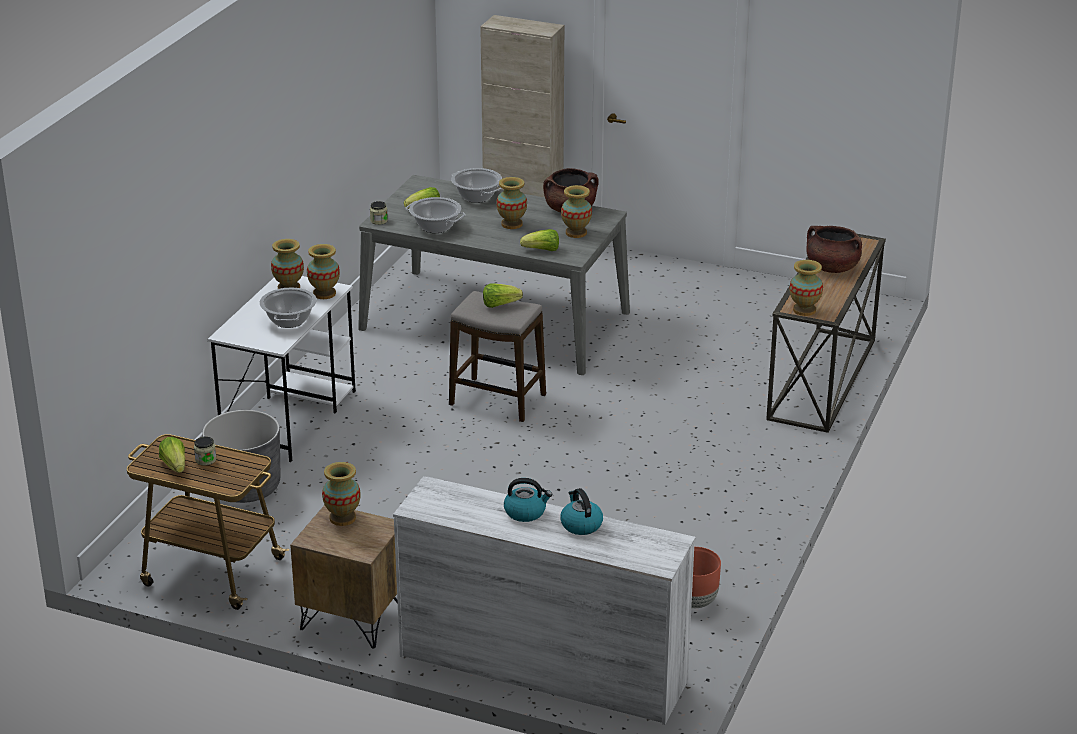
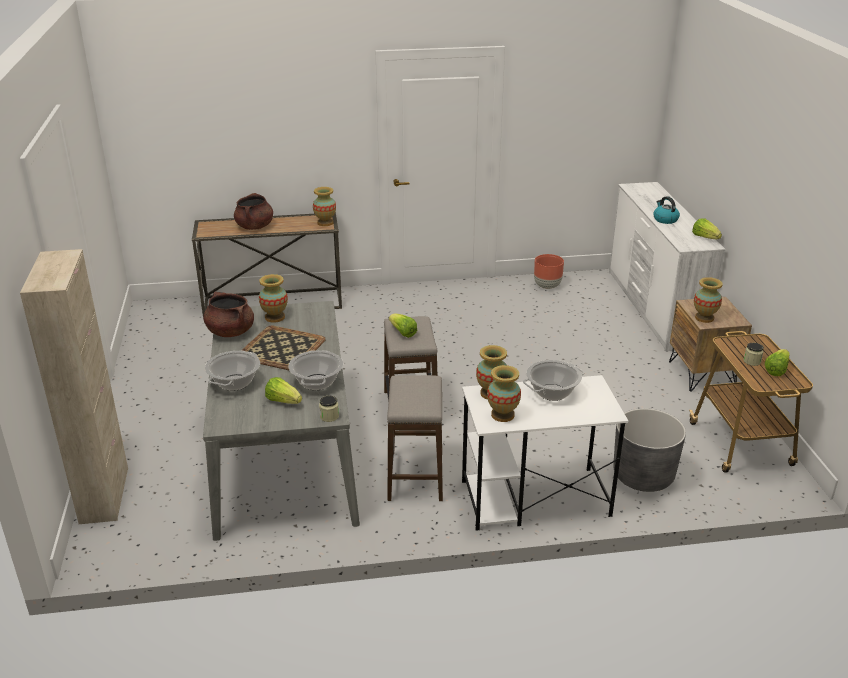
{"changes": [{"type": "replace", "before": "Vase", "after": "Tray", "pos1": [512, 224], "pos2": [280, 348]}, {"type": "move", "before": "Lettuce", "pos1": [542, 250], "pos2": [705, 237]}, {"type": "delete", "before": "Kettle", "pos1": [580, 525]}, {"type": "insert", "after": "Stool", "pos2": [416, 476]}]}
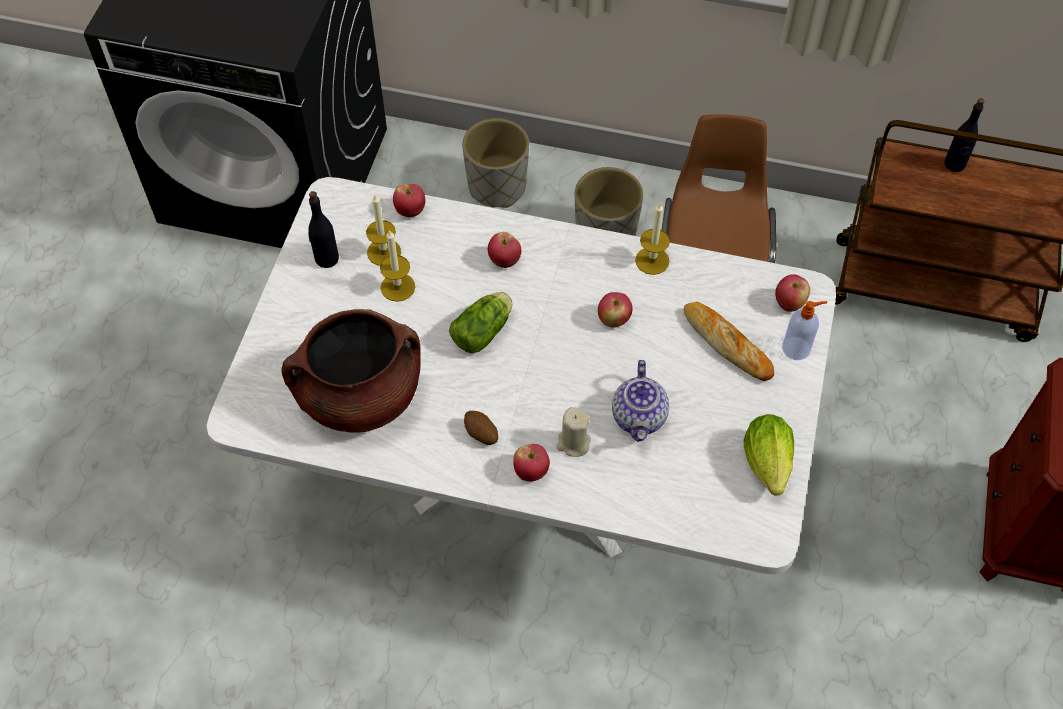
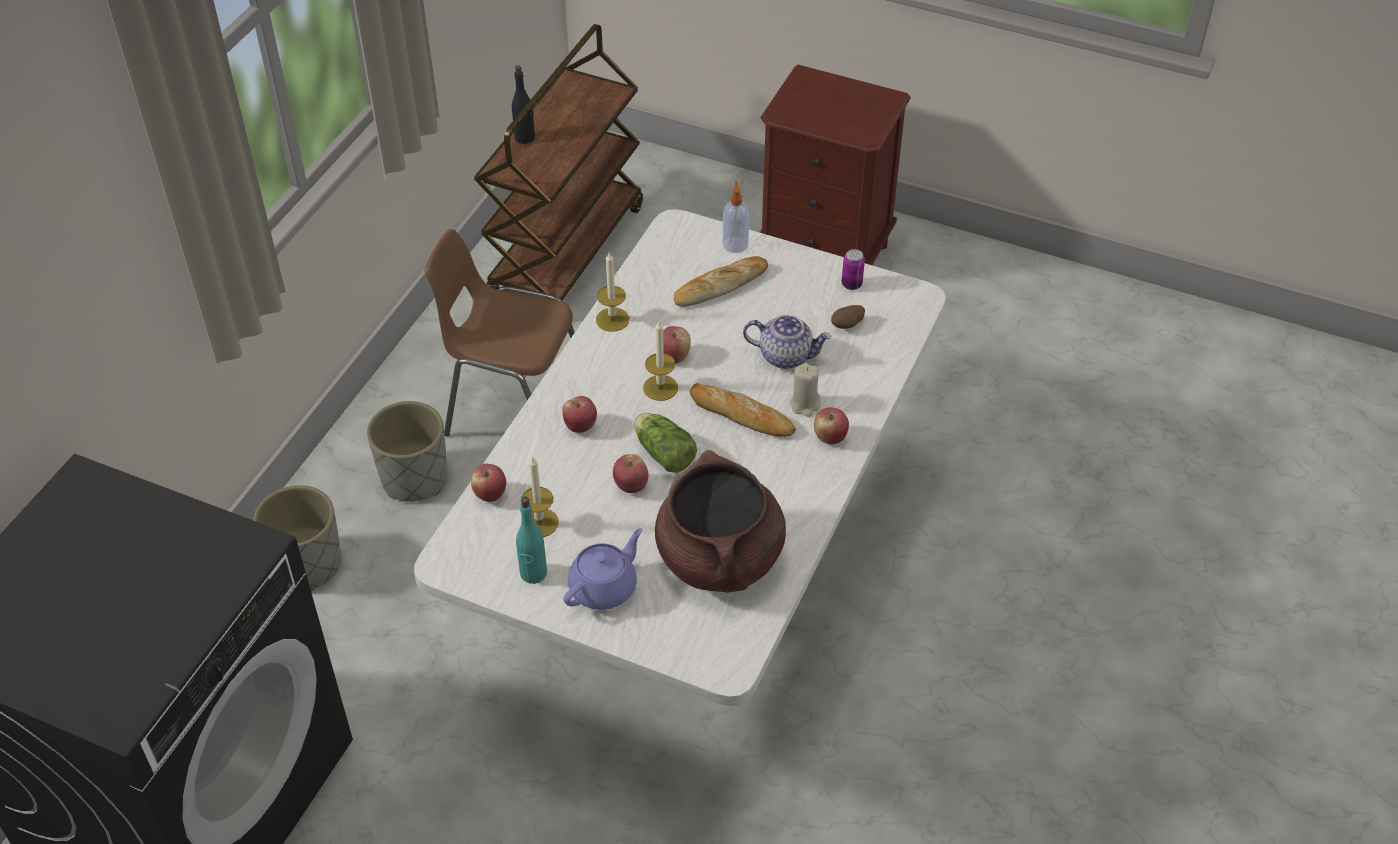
{"changes": [{"type": "recolor", "before": "BlackBottle", "after": "TurquoiseBottle", "pos1": [326, 258], "pos2": [533, 573]}, {"type": "move", "before": "Candle", "pos1": [398, 287], "pos2": [660, 388]}, {"type": "move", "before": "Apple", "pos1": [789, 303], "pos2": [631, 486]}, {"type": "move", "before": "Potato", "pos1": [481, 434], "pos2": [847, 325]}, {"type": "replace", "before": "Lettuce", "after": "Can", "pos1": [768, 467], "pos2": [851, 284]}, {"type": "insert", "after": "Bread", "pos2": [742, 415]}, {"type": "insert", "after": "PurpleTeapot", "pos2": [604, 587]}]}
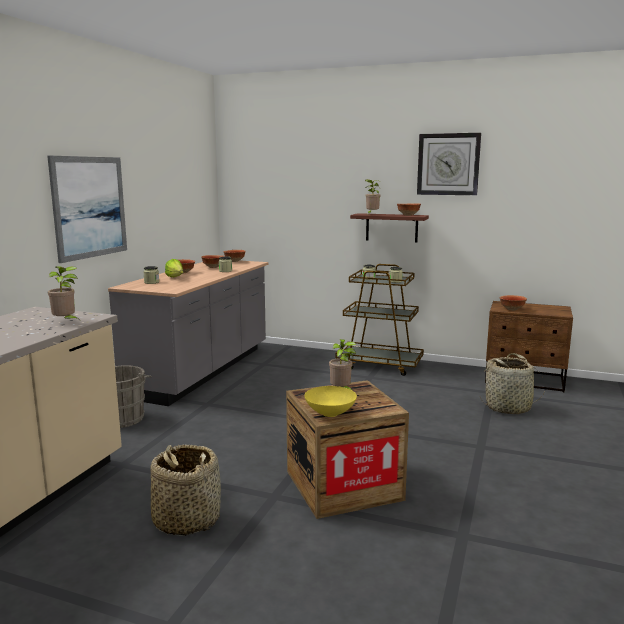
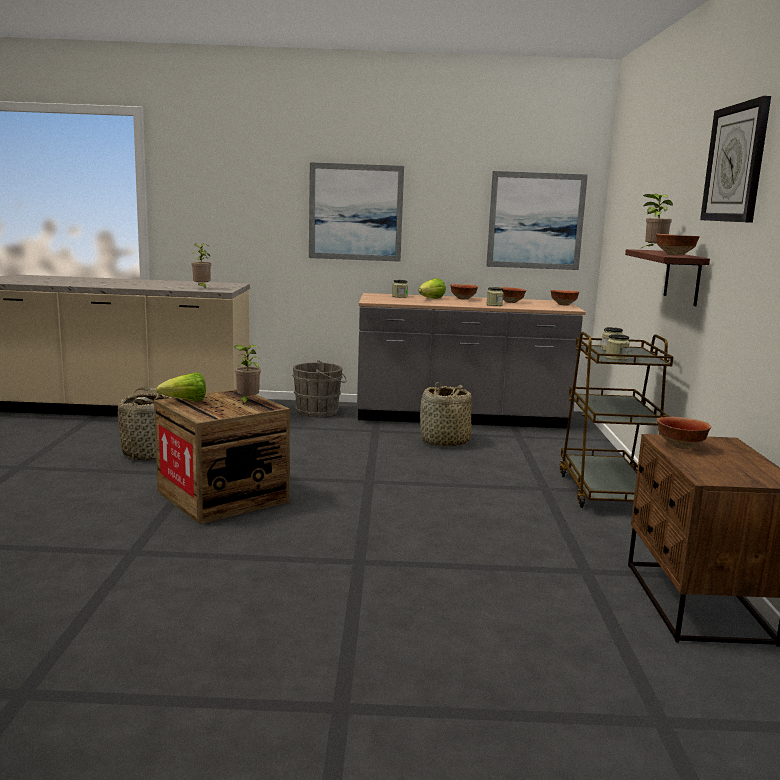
{"changes": [{"type": "move", "before": "Basket", "pos1": [508, 407], "pos2": [444, 442]}, {"type": "replace", "before": "YellowBowl", "after": "Lettuce", "pos1": [331, 413], "pos2": [185, 401]}, {"type": "insert", "after": "Picture", "pos2": [535, 221]}]}
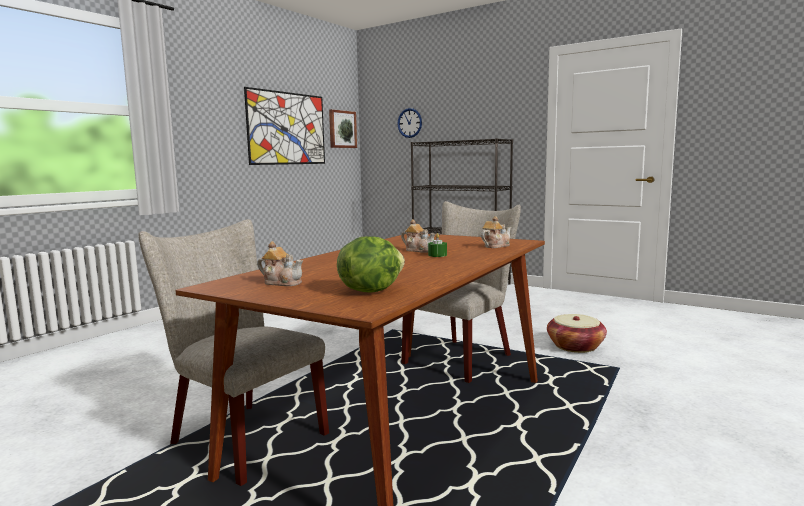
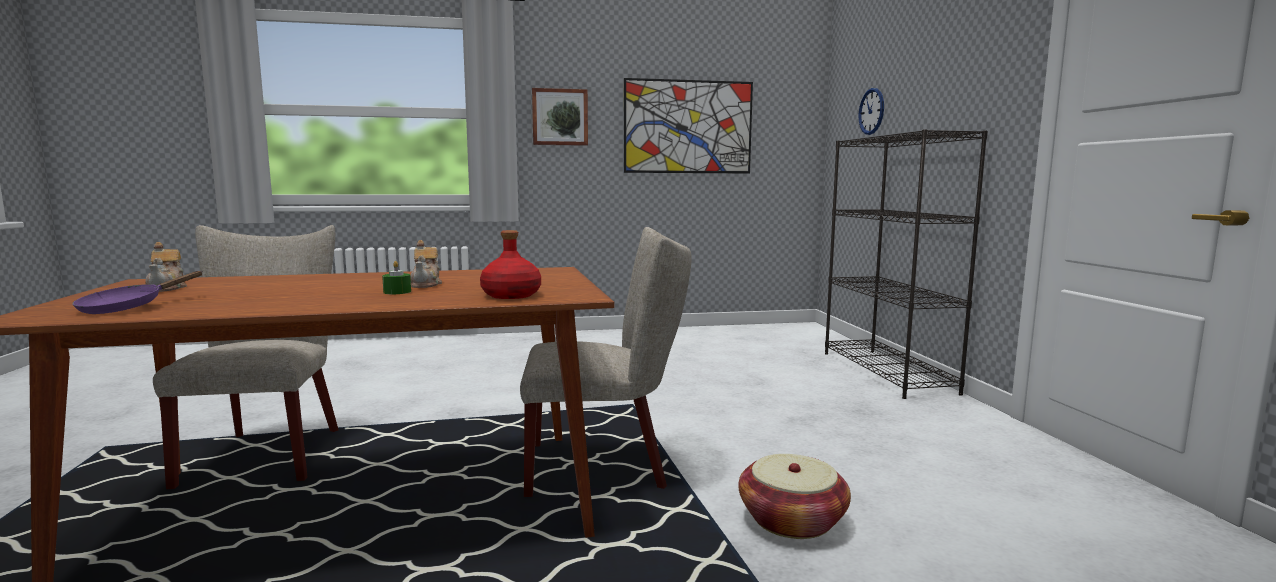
{"changes": [{"type": "move", "before": "Picture", "pos1": [342, 129], "pos2": [560, 117]}, {"type": "replace", "before": "Teapot", "after": "RedBottle", "pos1": [495, 246], "pos2": [511, 295]}, {"type": "replace", "before": "Lettuce", "after": "PurpleFryingPan", "pos1": [370, 290], "pos2": [129, 307]}]}
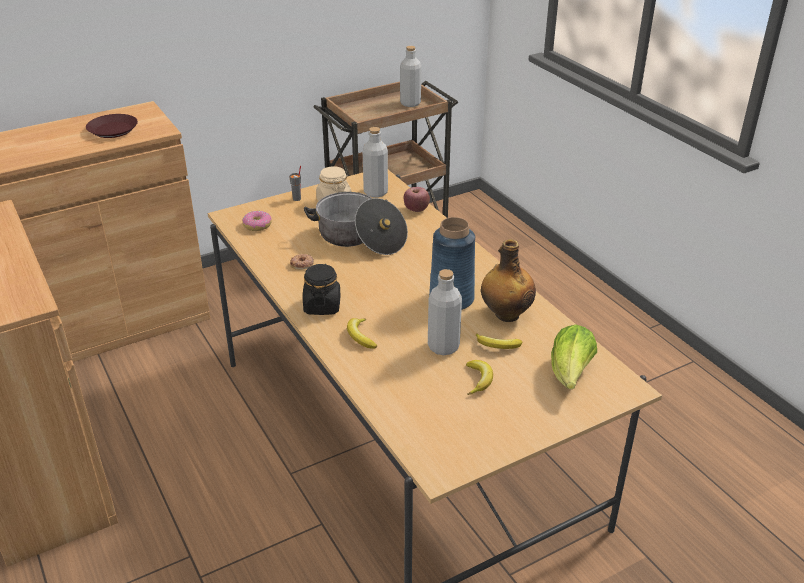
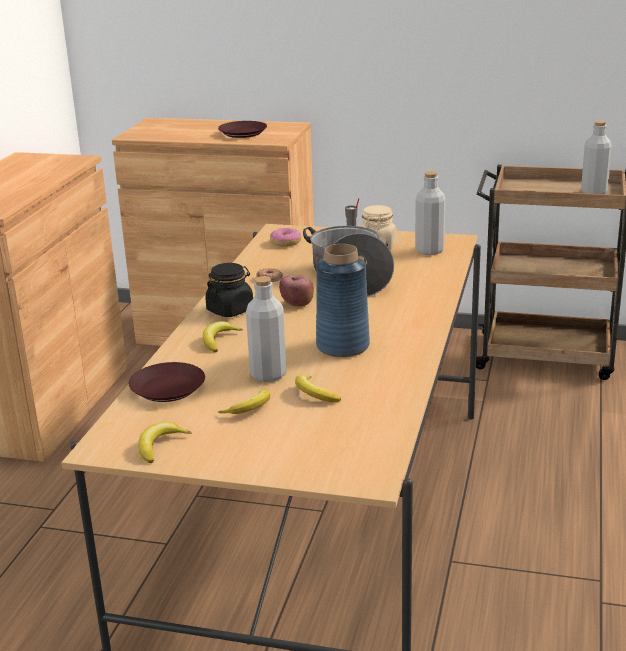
{"changes": [{"type": "move", "before": "Apple", "pos1": [416, 209], "pos2": [297, 304]}, {"type": "delete", "before": "Bottle", "pos1": [506, 314]}, {"type": "delete", "before": "Lettuce", "pos1": [570, 374]}, {"type": "insert", "after": "BrownPlate", "pos2": [168, 388]}, {"type": "insert", "after": "Banana", "pos2": [160, 446]}]}
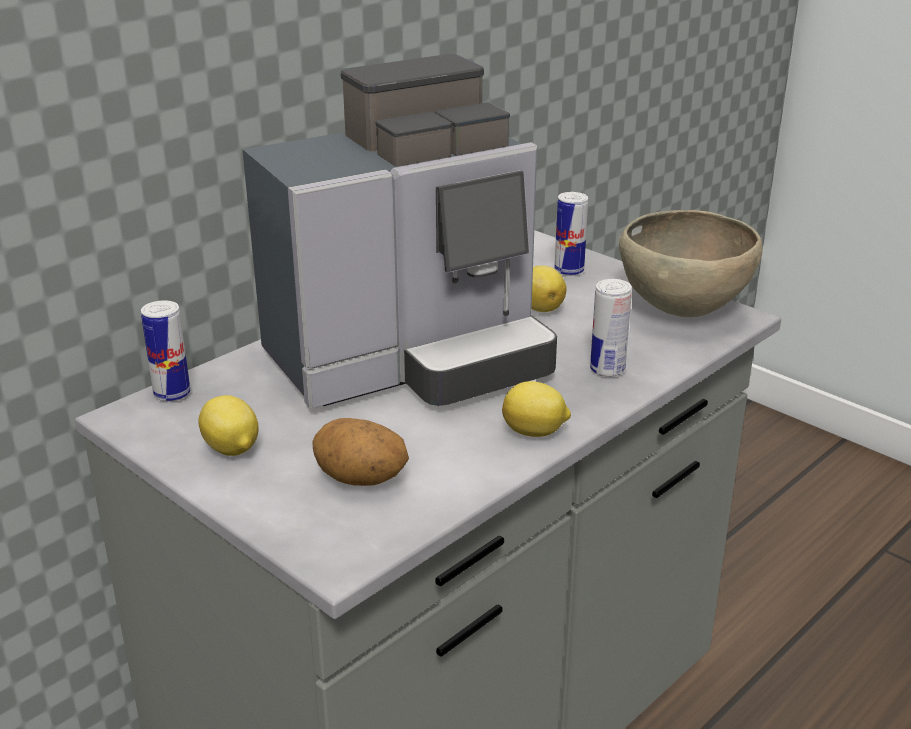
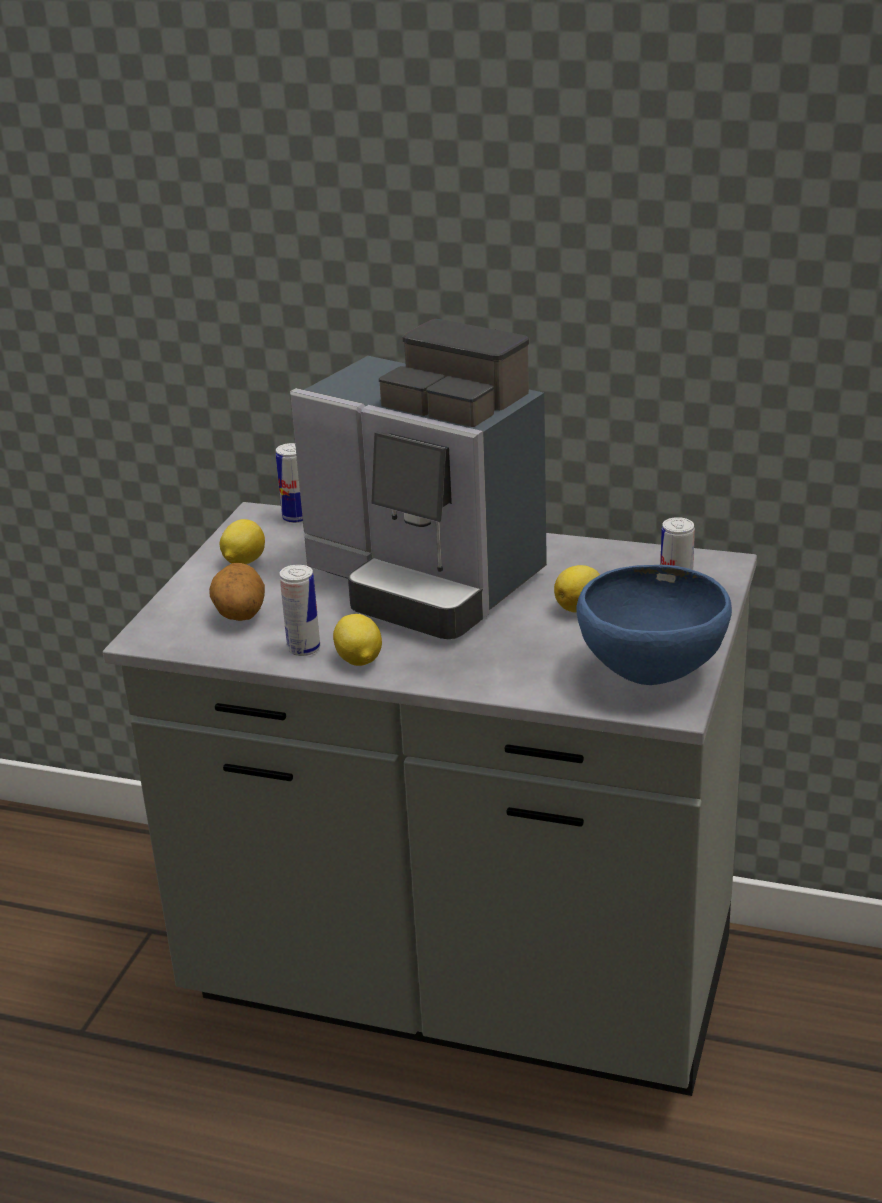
{"changes": [{"type": "recolor", "before": "BrownBowl", "after": "BlueBowl", "pos1": [683, 311], "pos2": [652, 676]}, {"type": "move", "before": "Can", "pos1": [607, 369], "pos2": [304, 649]}]}
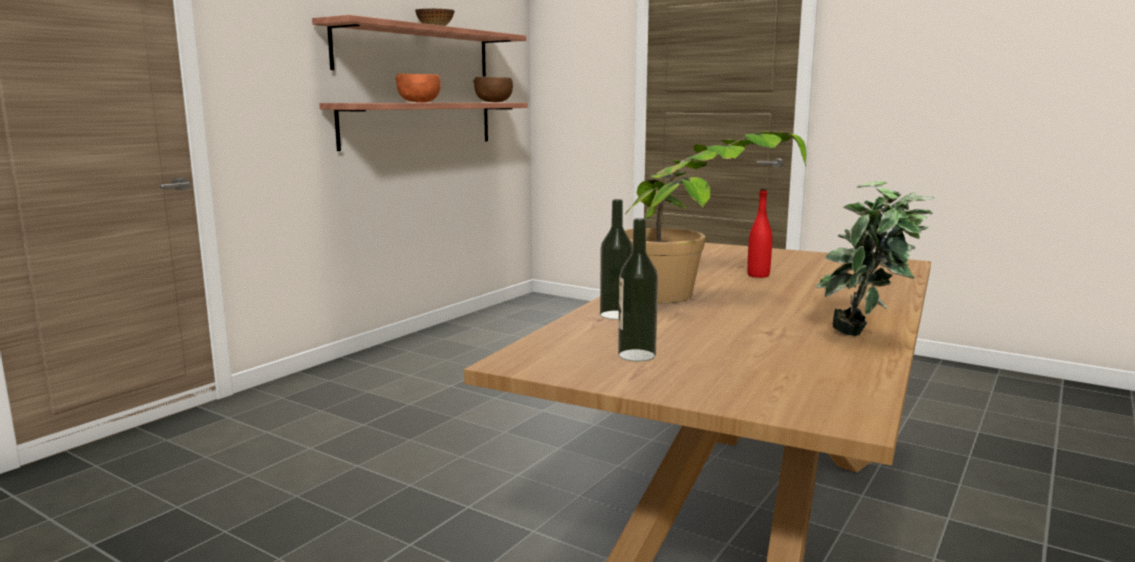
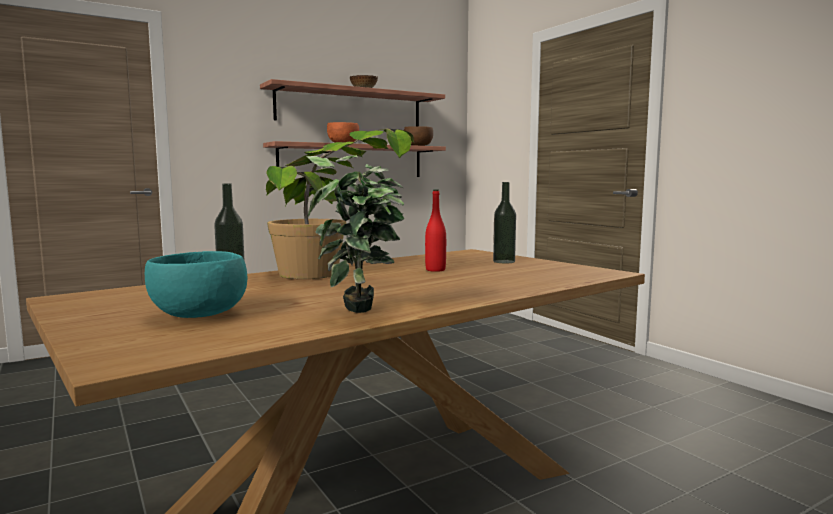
{"changes": [{"type": "move", "before": "Bottle", "pos1": [636, 355], "pos2": [504, 261]}, {"type": "insert", "after": "TurquoiseBowl", "pos2": [200, 315]}]}
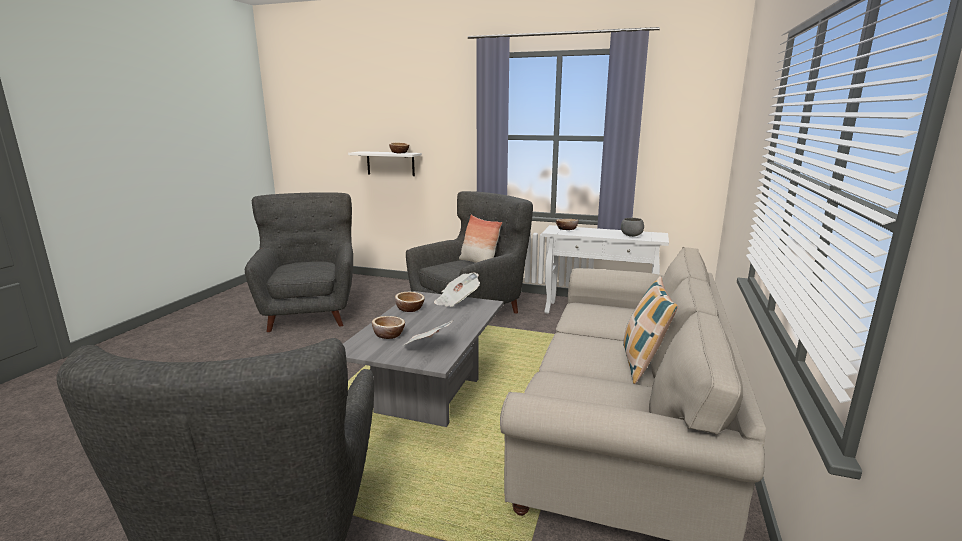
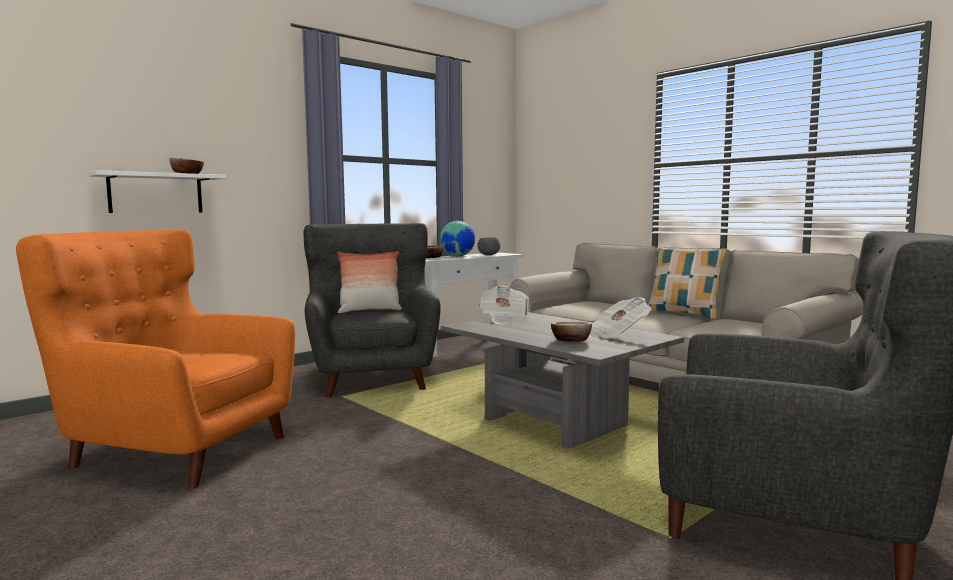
{"changes": [{"type": "recolor", "before": "GreyArmchair", "after": "OrangeArmchair", "pos1": [310, 312], "pos2": [175, 450]}, {"type": "delete", "before": "Bowl", "pos1": [410, 309]}, {"type": "insert", "after": "Globe", "pos2": [457, 256]}]}
